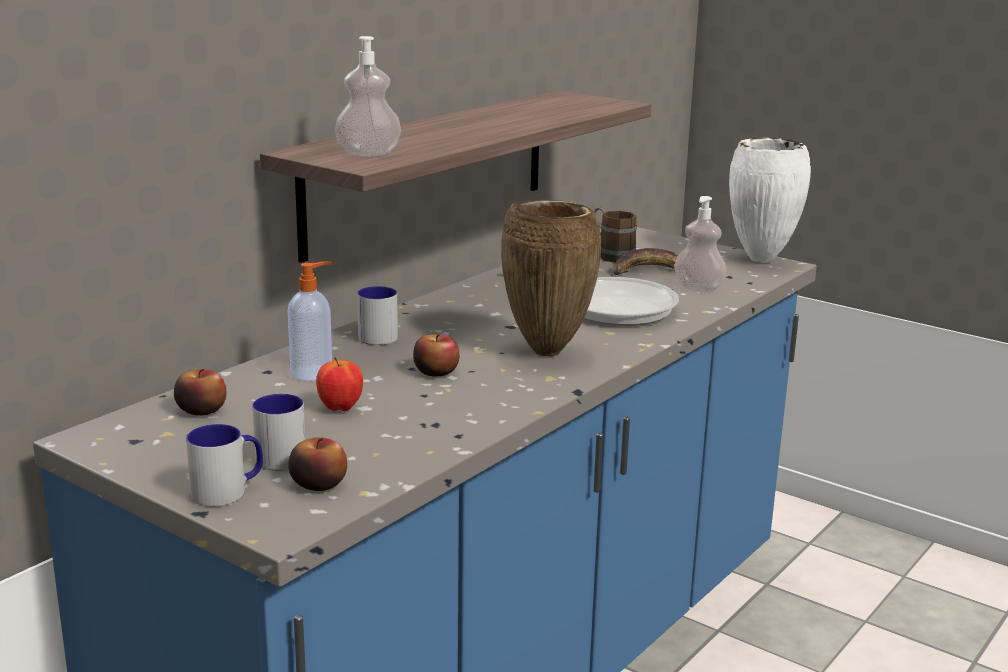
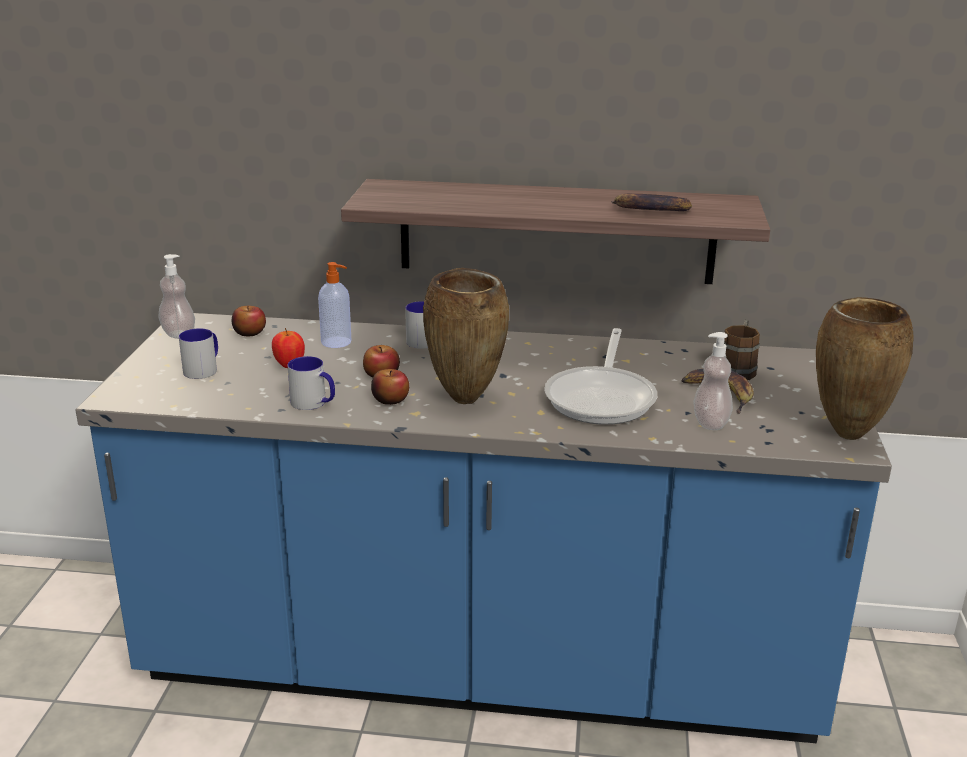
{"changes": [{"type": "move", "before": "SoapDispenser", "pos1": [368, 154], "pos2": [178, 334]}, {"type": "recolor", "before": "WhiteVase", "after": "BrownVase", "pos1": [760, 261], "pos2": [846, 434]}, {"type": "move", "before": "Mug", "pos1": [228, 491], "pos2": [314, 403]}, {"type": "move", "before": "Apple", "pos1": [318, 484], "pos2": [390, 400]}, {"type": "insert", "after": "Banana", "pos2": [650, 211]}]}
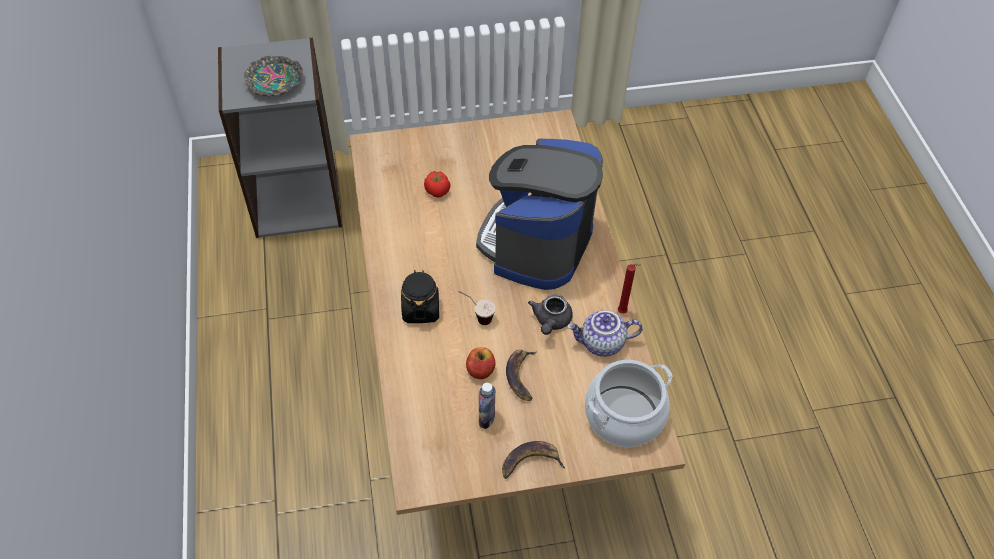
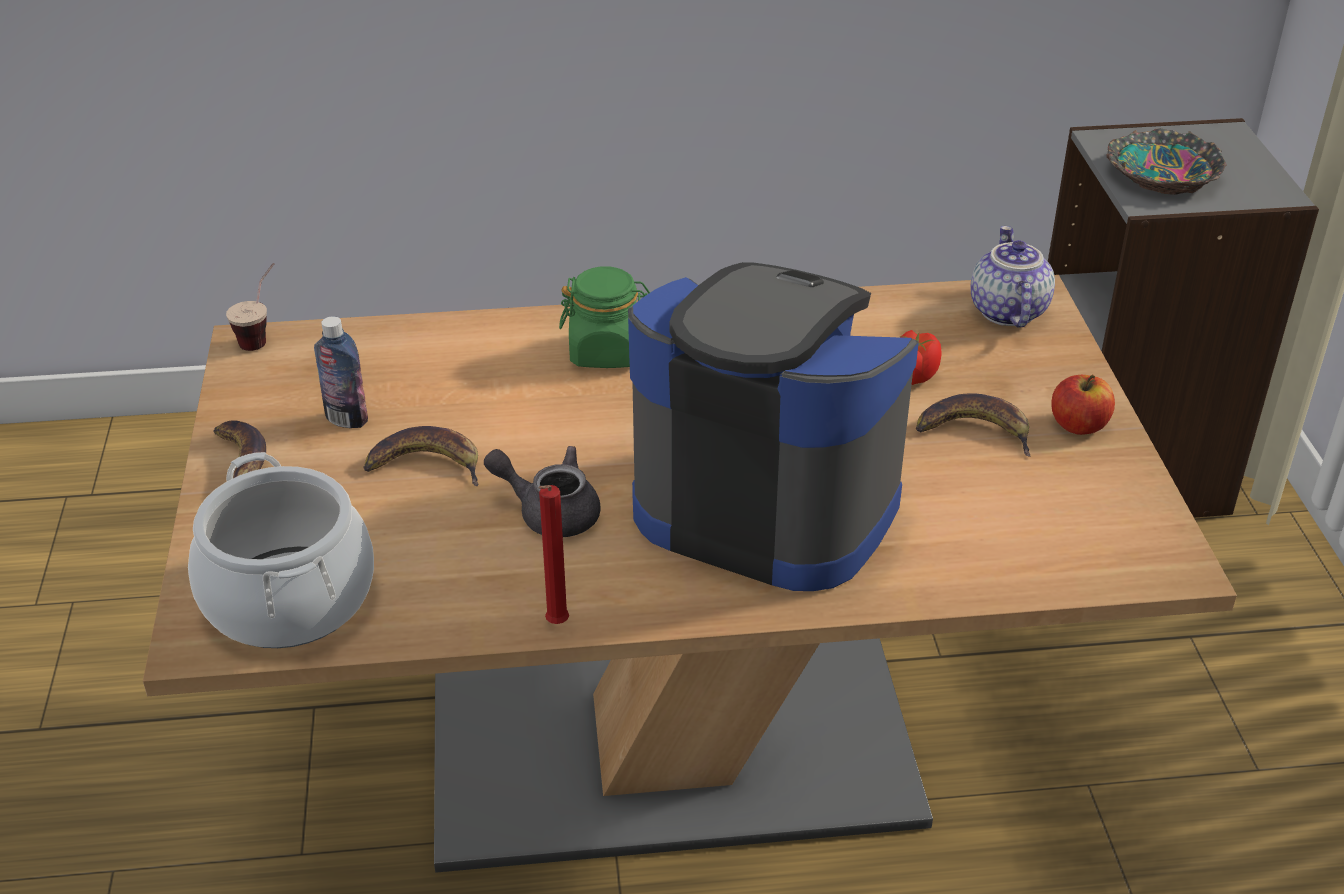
{"changes": [{"type": "recolor", "before": "BlackJar", "after": "GreenJar", "pos1": [420, 309], "pos2": [607, 352]}, {"type": "move", "before": "Cup", "pos1": [476, 317], "pos2": [262, 335]}, {"type": "move", "before": "Teapot", "pos1": [601, 344], "pos2": [1005, 311]}, {"type": "move", "before": "Apple", "pos1": [480, 370], "pos2": [1078, 425]}, {"type": "insert", "after": "Banana", "pos2": [975, 431]}]}
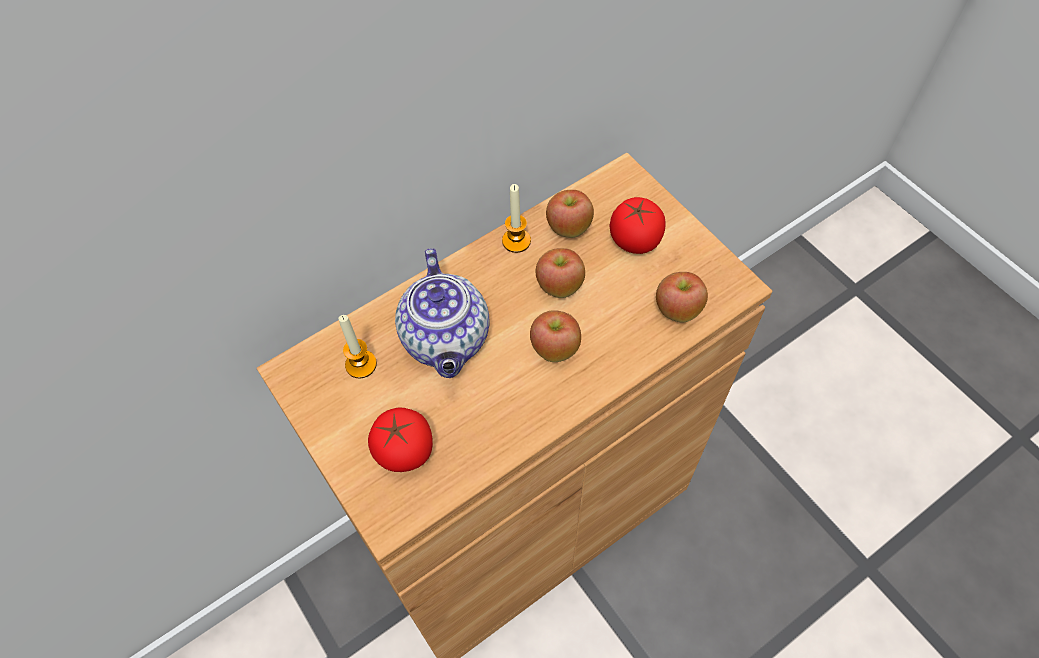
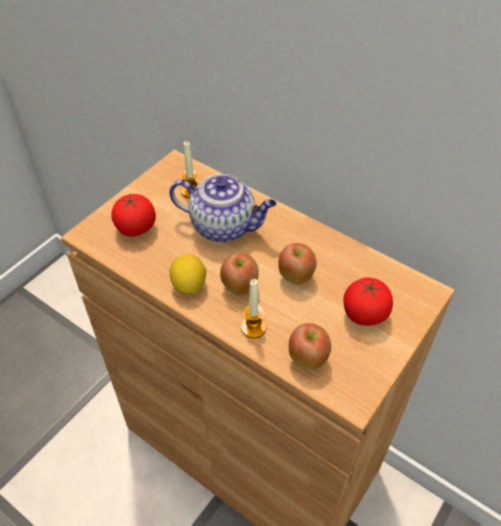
{"changes": [{"type": "move", "before": "Candle", "pos1": [516, 241], "pos2": [253, 327]}, {"type": "delete", "before": "Apple", "pos1": [569, 228]}, {"type": "rotate", "before": "Teapot", "pos1": [447, 340], "pos2": [224, 226], "turn": -135}, {"type": "insert", "after": "Lemon", "pos2": [189, 285]}]}
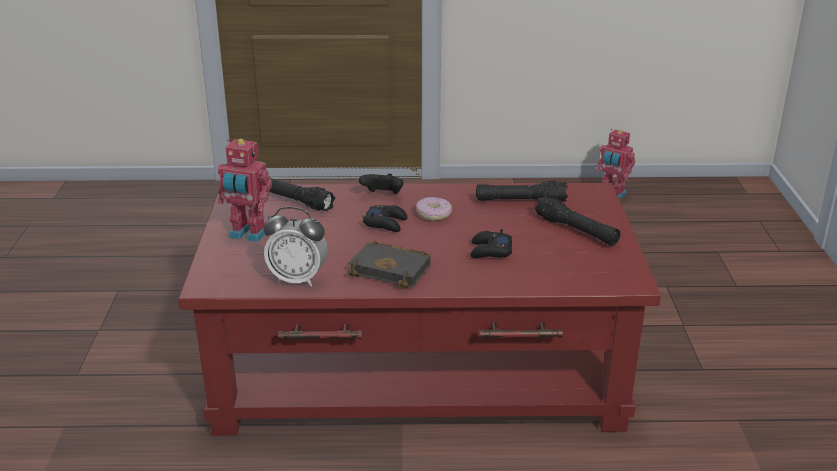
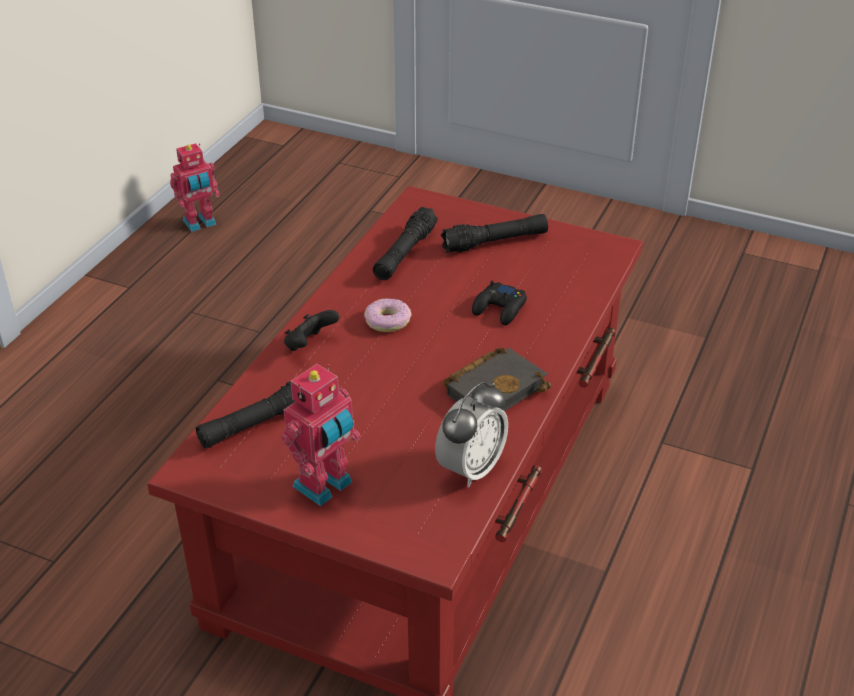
{"changes": [{"type": "delete", "before": "BlackGameController", "pos1": [386, 223]}]}
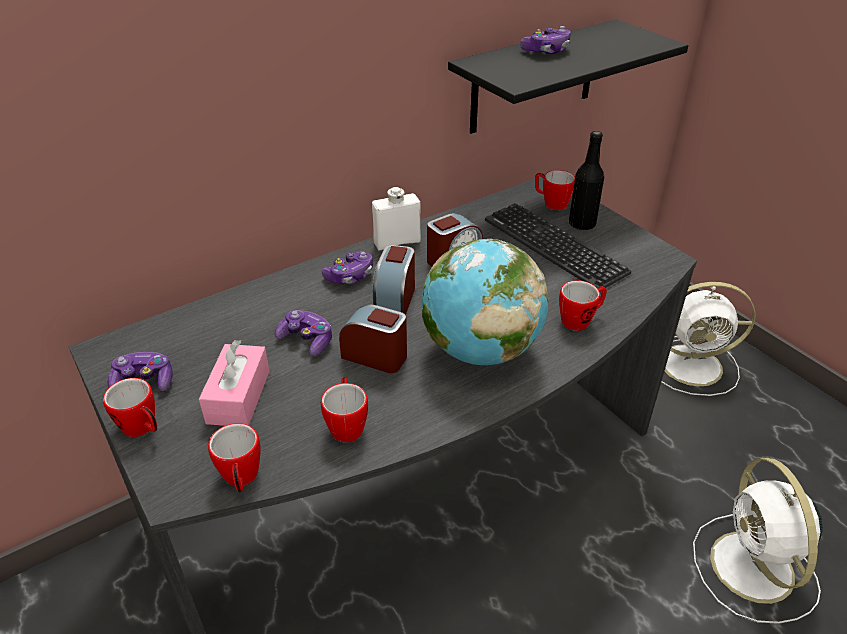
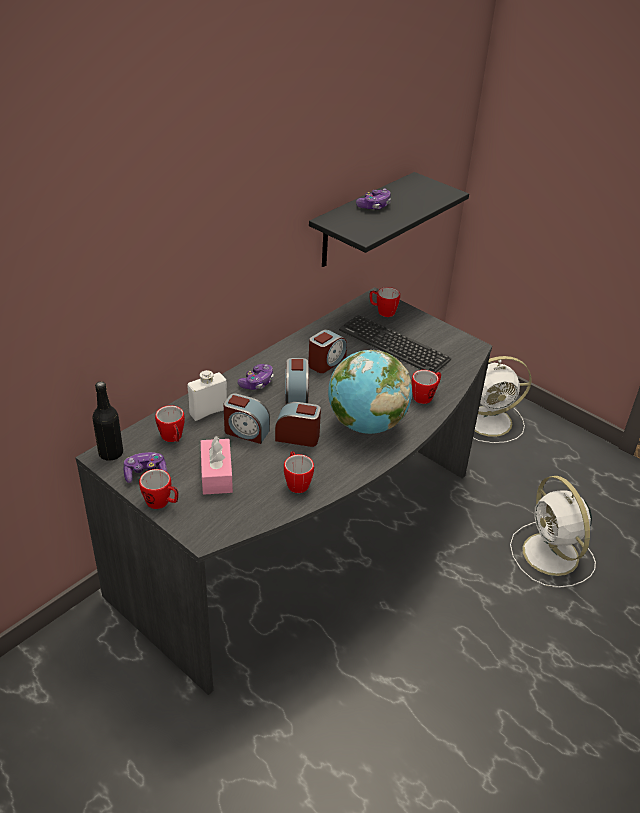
{"changes": [{"type": "move", "before": "BlackBottle", "pos1": [582, 224], "pos2": [111, 453]}, {"type": "move", "before": "WhiteBottle", "pos1": [397, 242], "pos2": [208, 411]}, {"type": "replace", "before": "GameController", "after": "AlarmClock", "pos1": [307, 340], "pos2": [246, 431]}, {"type": "move", "before": "Mug", "pos1": [241, 479], "pos2": [173, 438]}]}
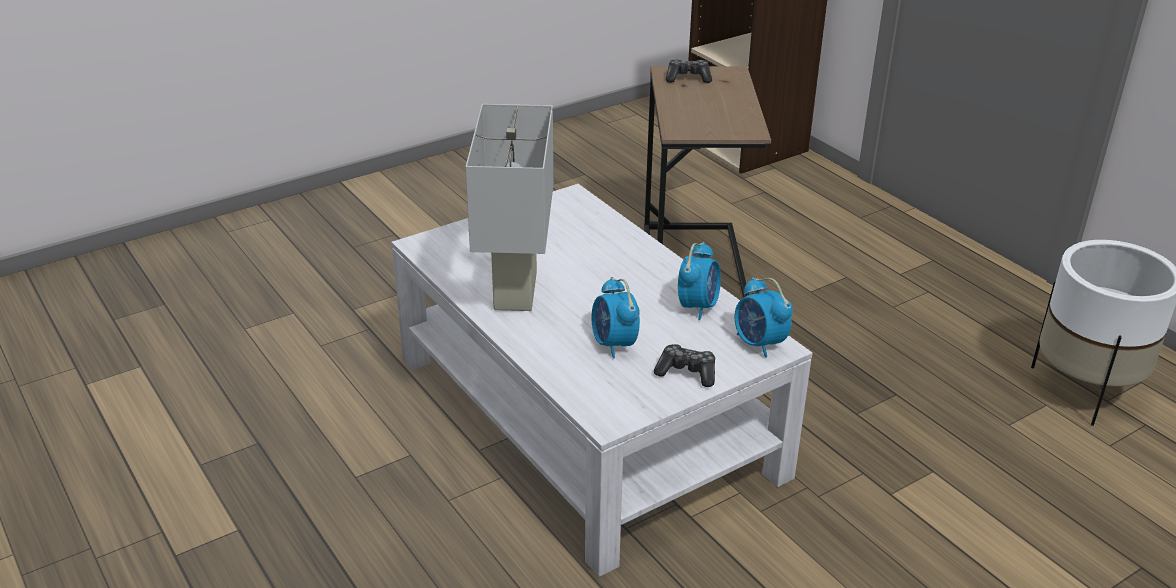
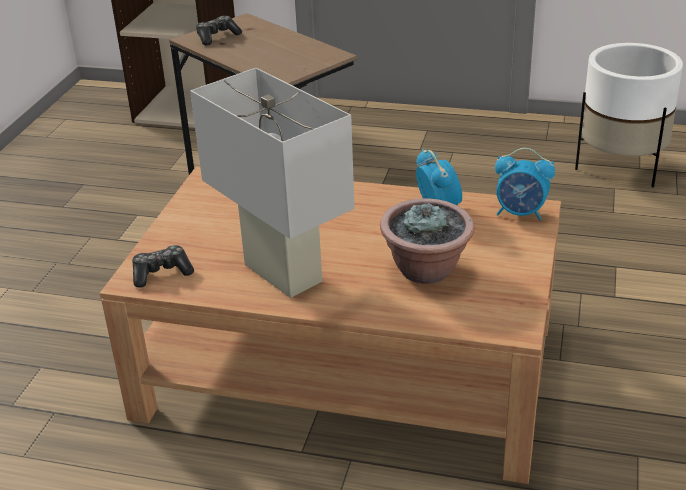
{"changes": [{"type": "recolor", "before": "WhiteCoffeeTable", "after": "BrownCoffeeTable", "pos1": [588, 416], "pos2": [350, 369]}, {"type": "replace", "before": "AlarmClock", "after": "PottedPlant", "pos1": [614, 344], "pos2": [426, 270]}, {"type": "move", "before": "GameController", "pos1": [687, 372], "pos2": [161, 273]}]}
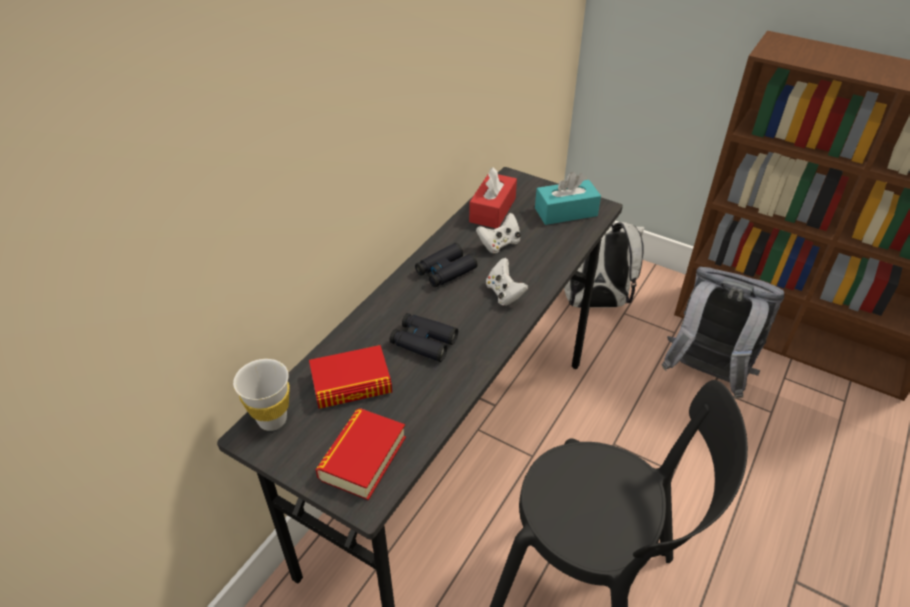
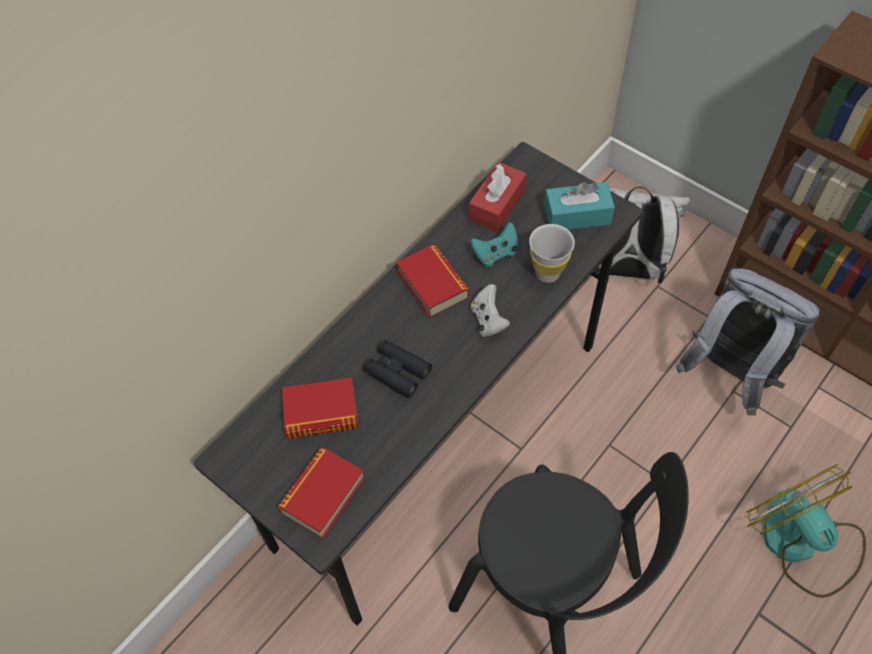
{"changes": [{"type": "recolor", "before": "WhiteGameController", "after": "TurquoiseGameController", "pos1": [499, 244], "pos2": [495, 254]}, {"type": "replace", "before": "BlackBinoculars", "after": "Book", "pos1": [445, 271], "pos2": [432, 285]}, {"type": "move", "before": "WhiteCup", "pos1": [272, 420], "pos2": [547, 273]}, {"type": "insert", "after": "Fan", "pos2": [801, 543]}]}
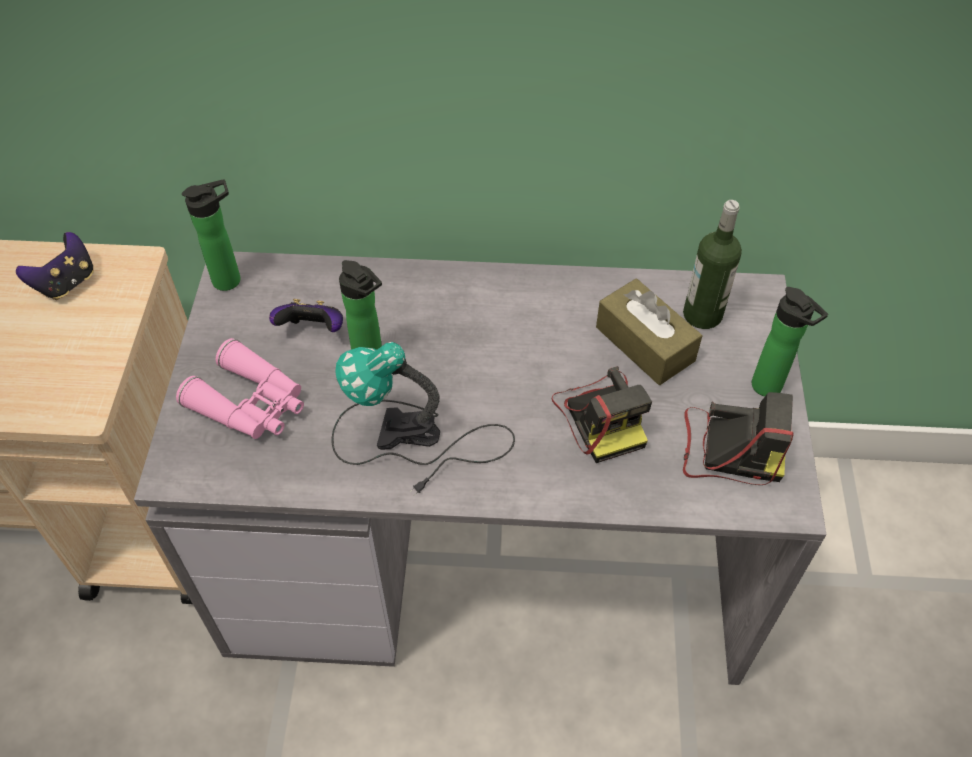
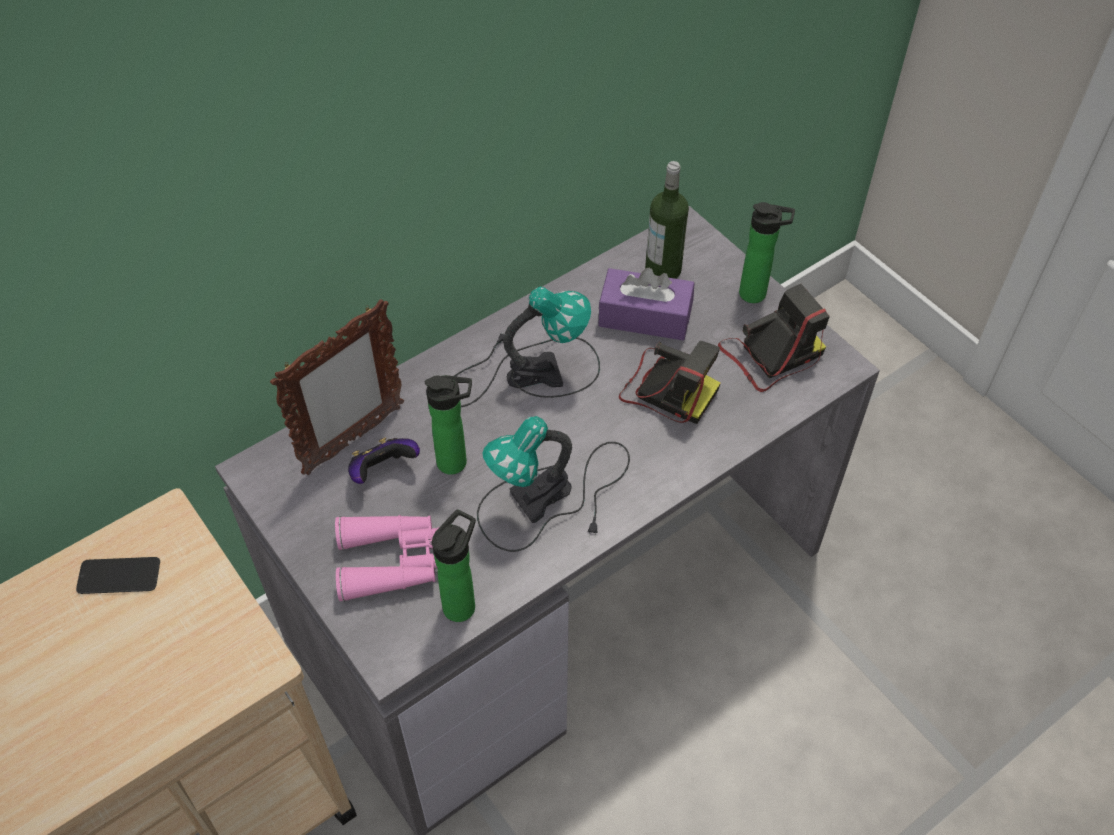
{"changes": [{"type": "move", "before": "Bottle", "pos1": [231, 279], "pos2": [462, 603]}, {"type": "replace", "before": "GameController", "after": "Phone", "pos1": [66, 283], "pos2": [119, 576]}, {"type": "recolor", "before": "BrownTissueBox", "after": "PurpleTissueBox", "pos1": [645, 344], "pos2": [645, 317]}, {"type": "insert", "after": "TableLamp", "pos2": [526, 371]}, {"type": "insert", "after": "PictureFrame", "pos2": [352, 440]}]}
